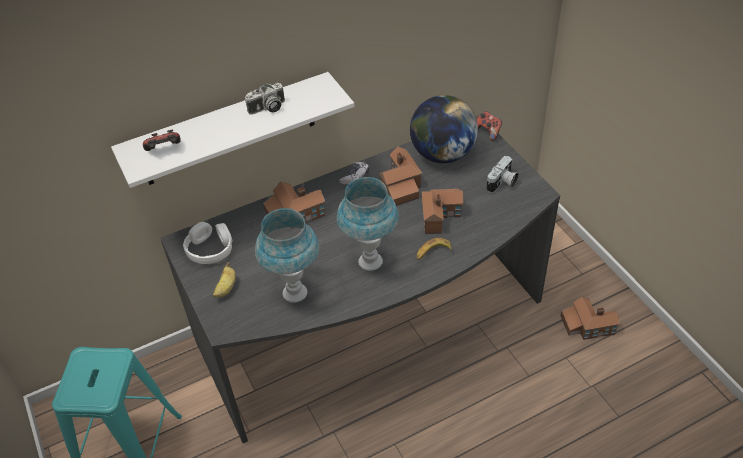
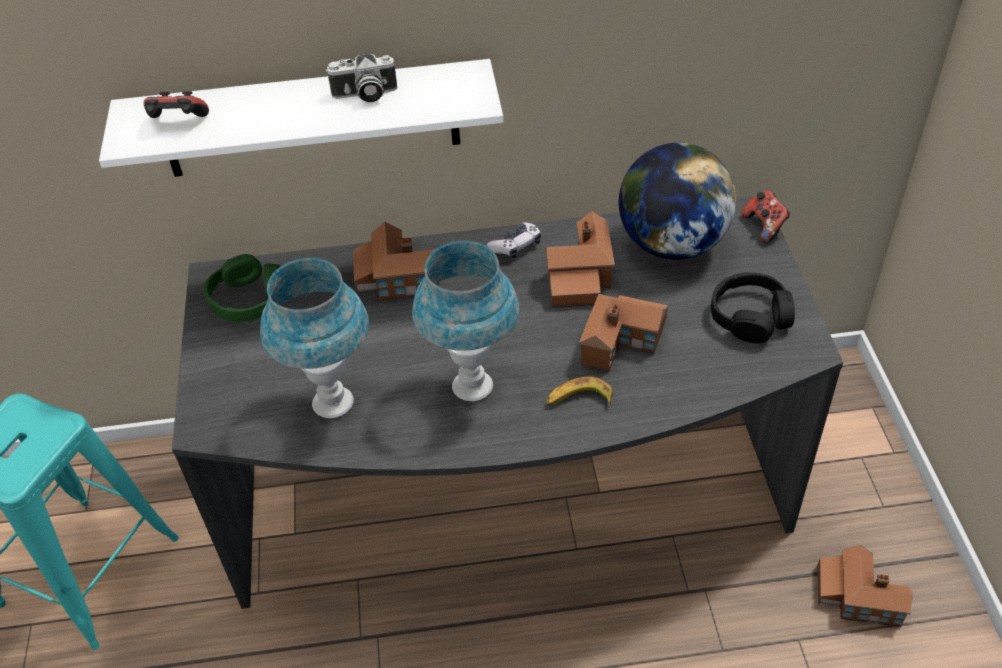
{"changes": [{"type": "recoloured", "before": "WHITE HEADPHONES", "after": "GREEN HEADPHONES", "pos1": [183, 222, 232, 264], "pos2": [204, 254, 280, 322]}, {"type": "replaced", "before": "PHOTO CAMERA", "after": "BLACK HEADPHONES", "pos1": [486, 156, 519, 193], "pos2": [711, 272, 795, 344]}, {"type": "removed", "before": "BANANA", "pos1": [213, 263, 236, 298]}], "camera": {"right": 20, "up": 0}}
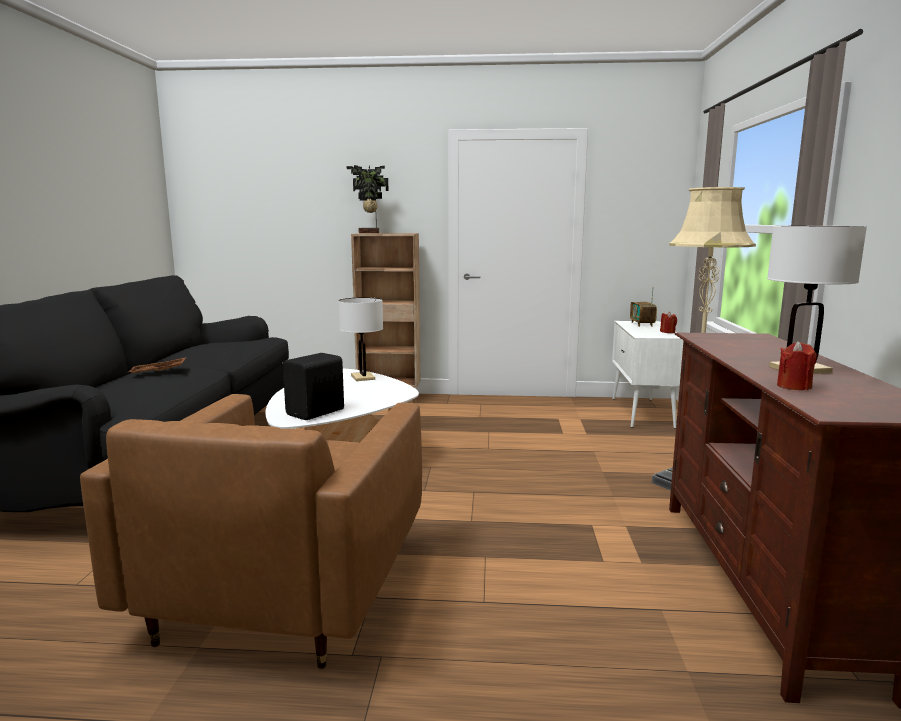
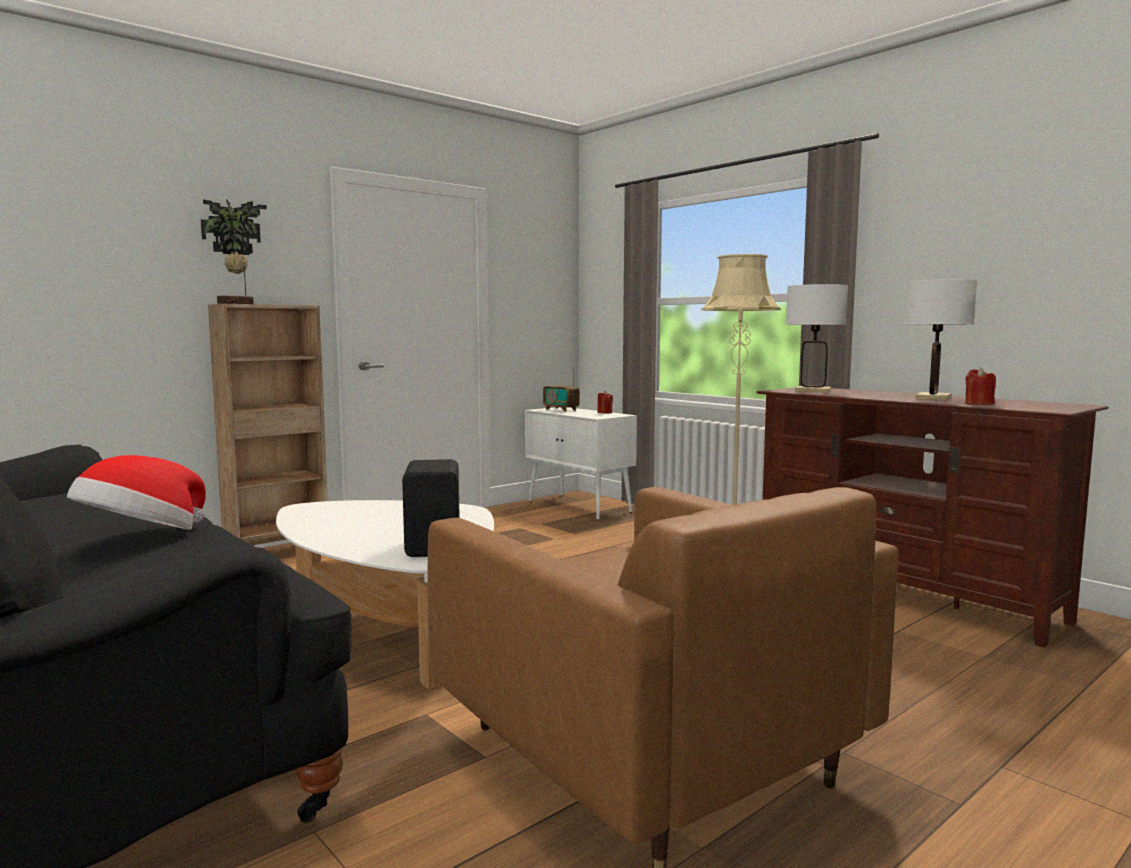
{"changes": [{"type": "replaced", "before": "BROWN TRAY", "after": "HAT", "pos1": [129, 358, 186, 373], "pos2": [67, 455, 206, 530]}, {"type": "moved", "before": "WHITE TABLE LAMP", "pos1": [338, 297, 383, 381], "pos2": [786, 284, 848, 393]}], "camera": {"right": -45, "up": -5}}
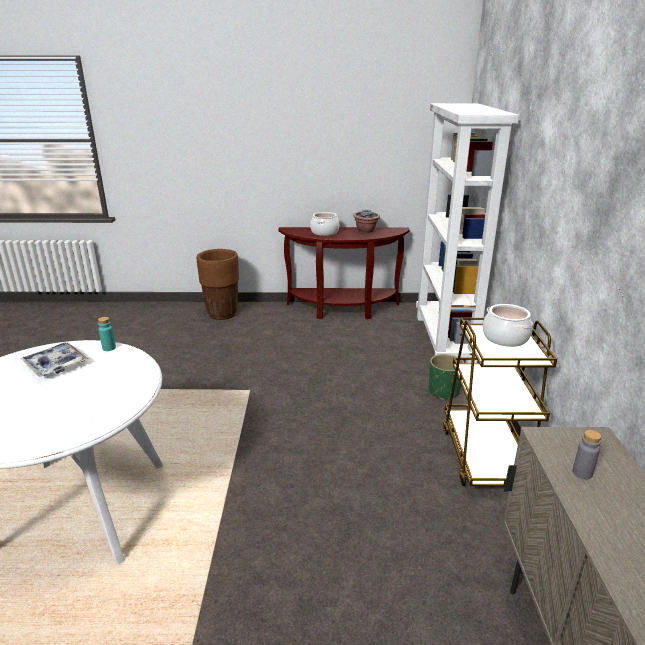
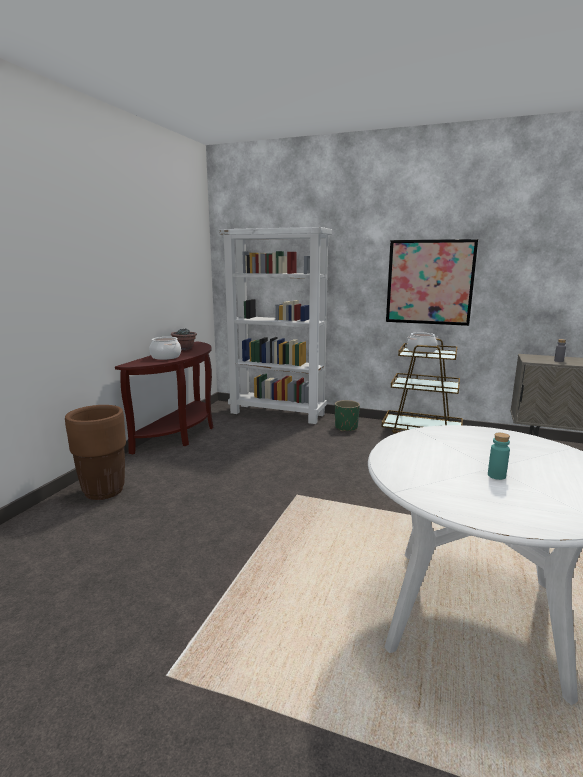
{"changes": [{"type": "added", "after": "PICTURE", "pos2": [386, 239, 478, 326]}, {"type": "moved", "before": "TURQUOISE BOTTLE", "pos1": [98, 317, 116, 351], "pos2": [488, 433, 510, 480]}, {"type": "removed", "before": "TRAY", "pos1": [20, 342, 88, 377]}], "camera": {"right": -70, "up": -10}}
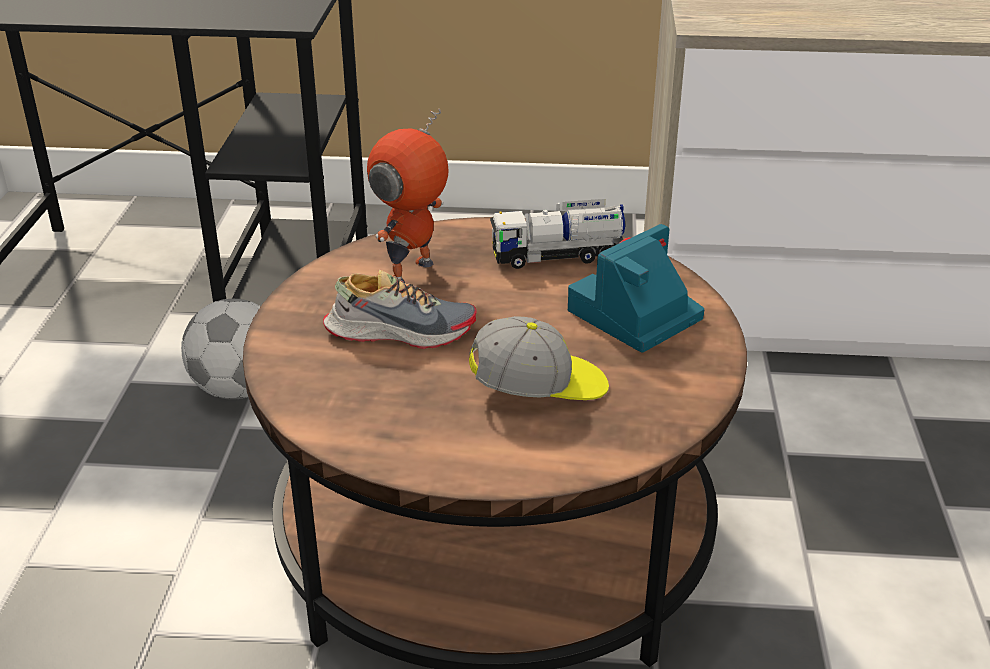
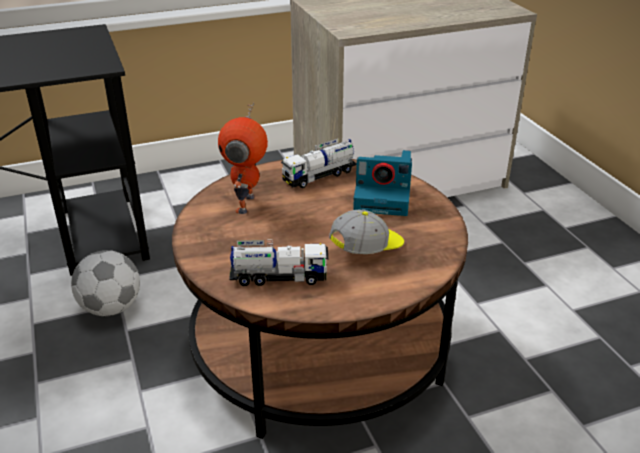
{"changes": [{"type": "added", "after": "TOY TRUCK", "pos2": [229, 239, 329, 286]}, {"type": "turned", "before": "PHOTO CAMERA", "pos1": [568, 224, 704, 352], "pos2": [353, 150, 412, 216], "turn": -105}, {"type": "removed", "before": "SHOE", "pos1": [323, 270, 477, 349]}], "camera": {"right": -25, "up": 0}}
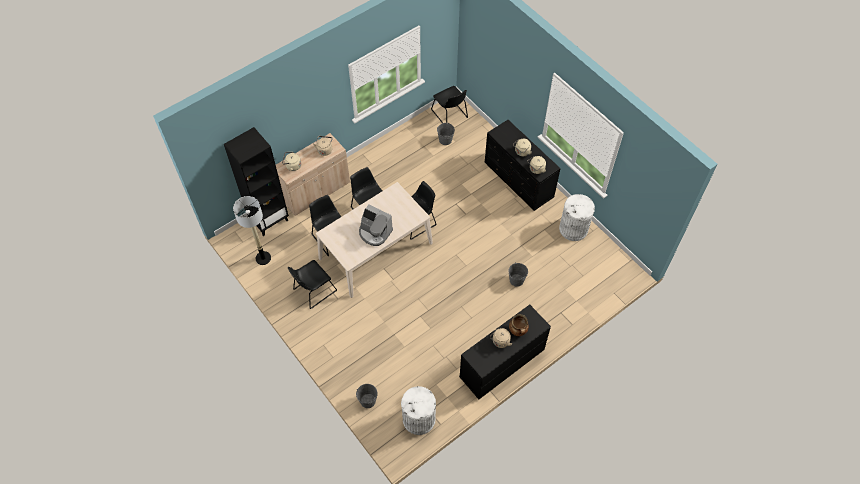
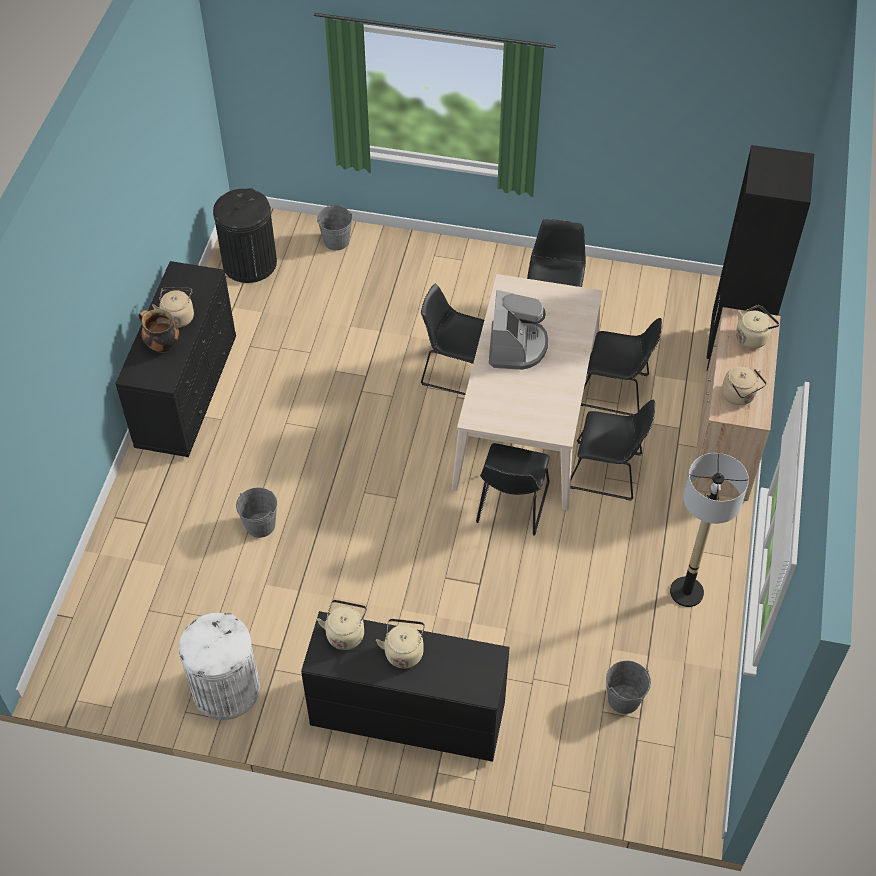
{"changes": [{"type": "recoloured", "before": "WHITE TRASH CAN", "after": "BLACK TRASH CAN", "pos1": [401, 386, 436, 435], "pos2": [213, 188, 277, 283]}, {"type": "moved", "before": "BLACK CHAIR", "pos1": [431, 86, 468, 123], "pos2": [421, 284, 484, 395]}, {"type": "turned", "before": "COFFEE MACHINE", "pos1": [359, 204, 393, 246], "pos2": [489, 290, 548, 370], "turn": 105}, {"type": "moved", "before": "FLOOR LAMP", "pos1": [233, 196, 271, 265], "pos2": [670, 453, 749, 607]}], "camera": {"right": 140, "up": -5}}
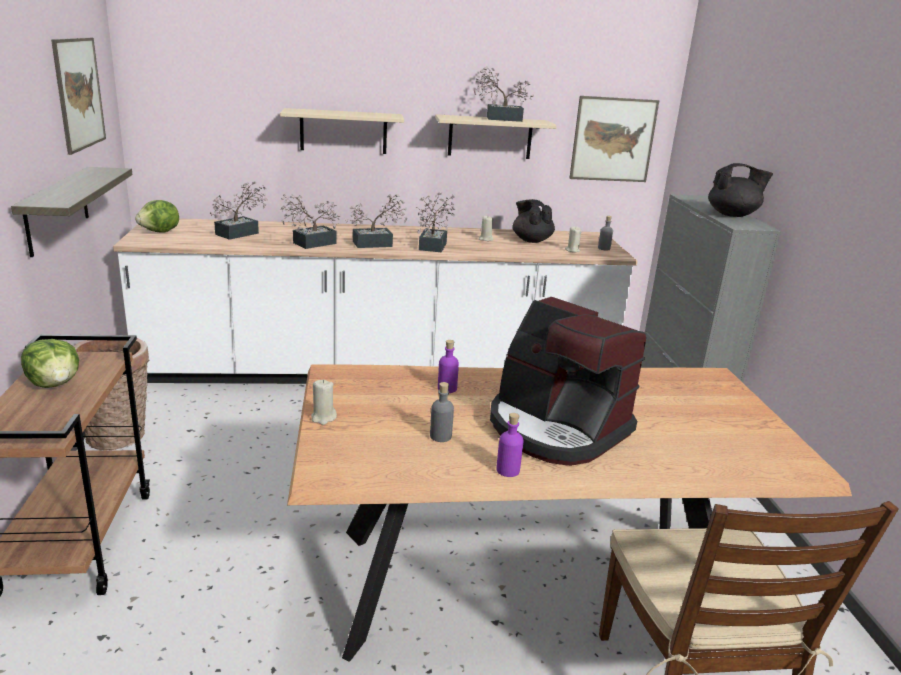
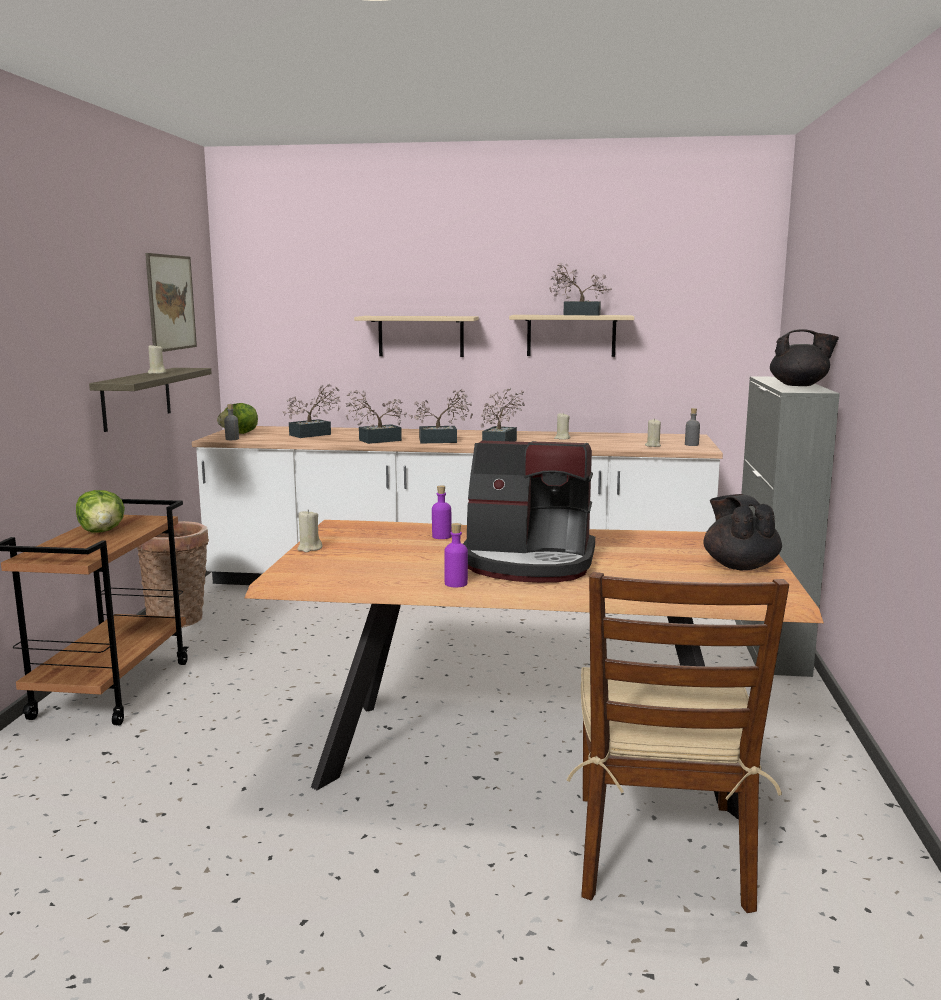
{"changes": [{"type": "added", "after": "BEIGE CANDLE", "pos2": [148, 345, 166, 374]}, {"type": "moved", "before": "GREY BOTTLE", "pos1": [430, 382, 454, 442], "pos2": [224, 404, 239, 440]}, {"type": "turned", "before": "COFFEE MACHINE", "pos1": [490, 297, 646, 466], "pos2": [463, 441, 595, 583], "turn": -45}, {"type": "moved", "before": "BLACK TEAPOT", "pos1": [513, 199, 555, 243], "pos2": [703, 494, 782, 570]}, {"type": "removed", "before": "PICTURE", "pos1": [569, 96, 659, 182]}], "camera": {"right": 15, "up": -10}}
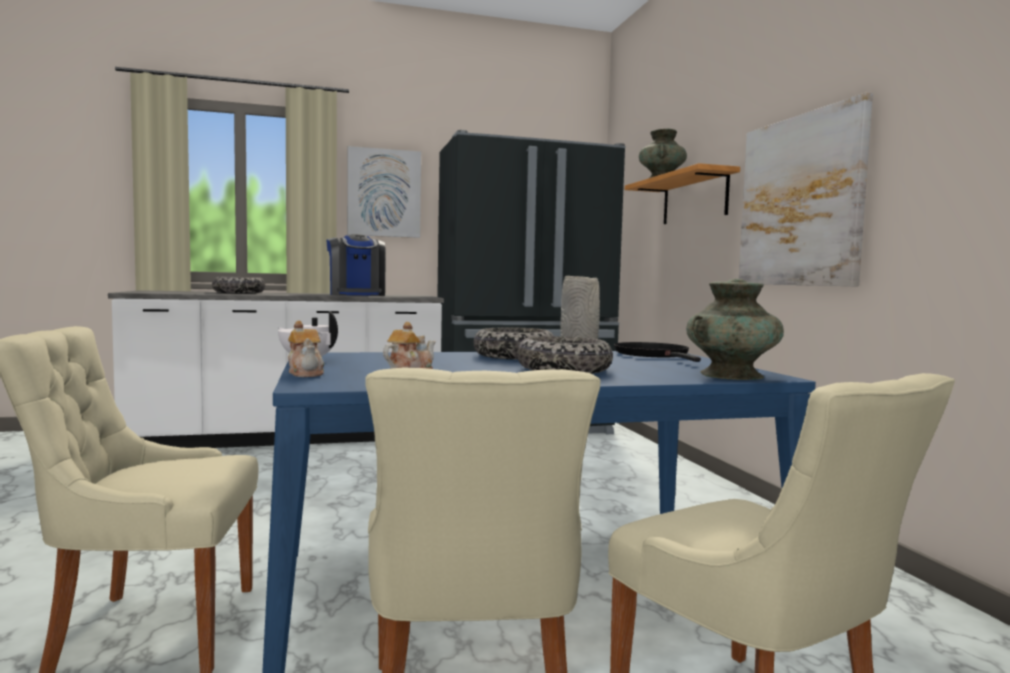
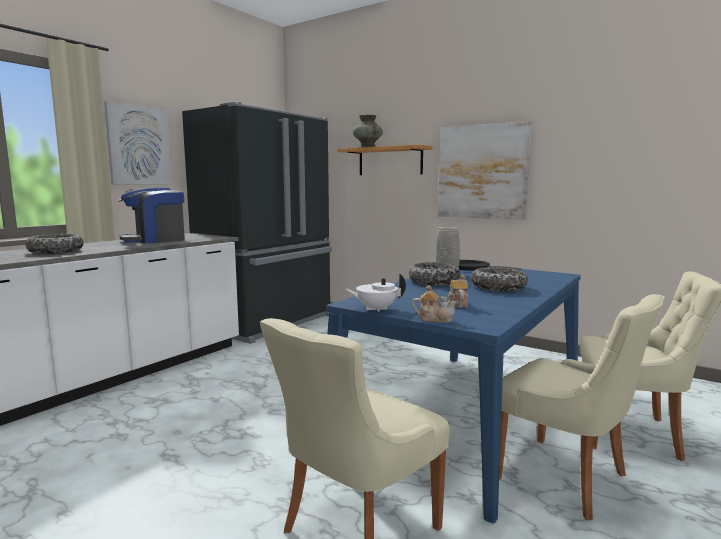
{"changes": [{"type": "turned", "before": "COFFEE MACHINE", "pos1": [326, 234, 386, 296], "pos2": [118, 187, 185, 244], "turn": 120}, {"type": "removed", "before": "TURQUOISE VASE", "pos1": [686, 279, 784, 380]}], "camera": {"right": -40, "up": 5}}
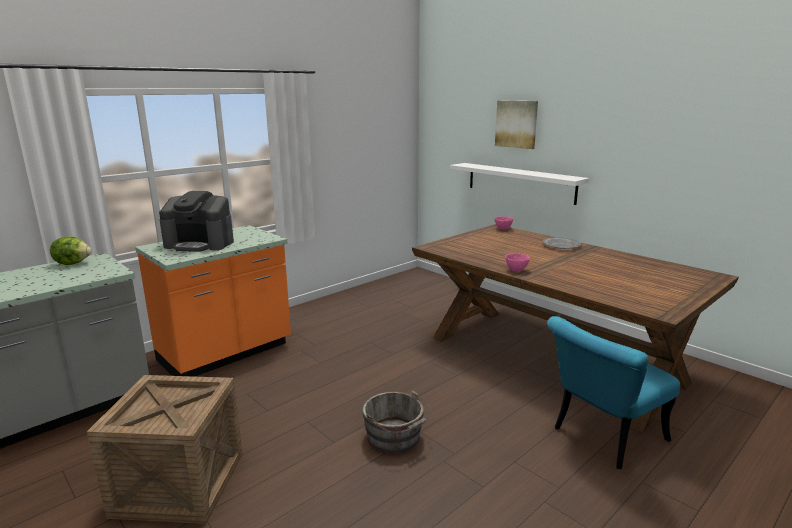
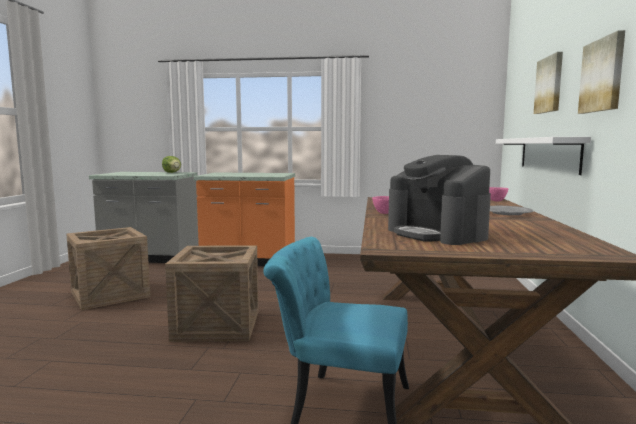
{"changes": [{"type": "replaced", "before": "GREY BUCKET", "after": "CRATE", "pos1": [362, 391, 431, 454], "pos2": [165, 245, 258, 342]}, {"type": "moved", "before": "COFFEE MACHINE", "pos1": [159, 191, 234, 252], "pos2": [388, 155, 491, 245]}, {"type": "added", "after": "PICTURE", "pos2": [578, 30, 625, 114]}], "camera": {"right": 50, "up": -10}}
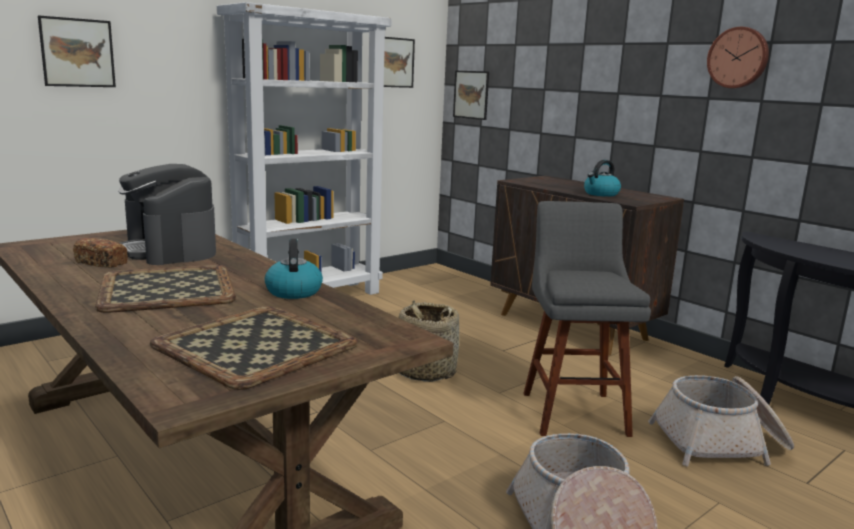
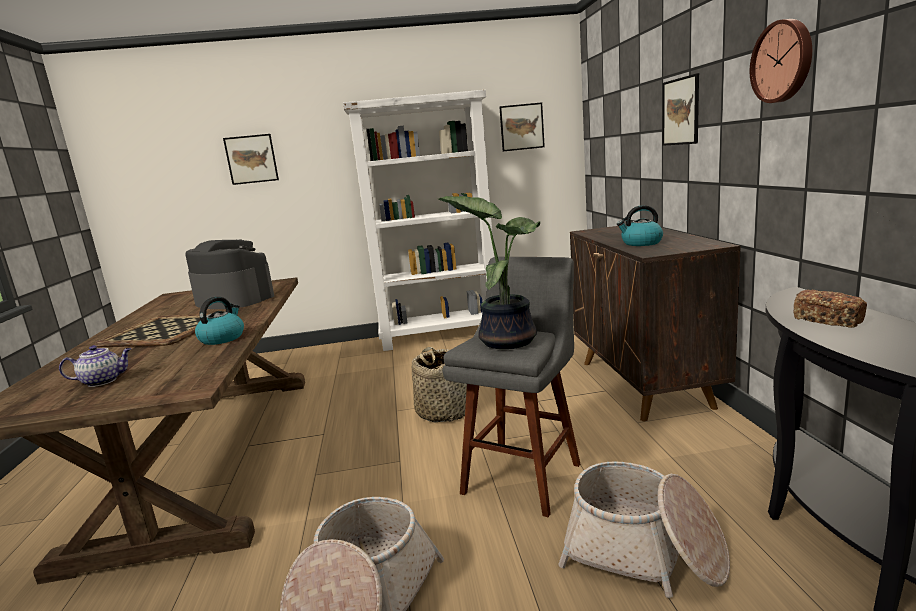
{"changes": [{"type": "replaced", "before": "TRAY", "after": "TEAPOT", "pos1": [150, 306, 358, 390], "pos2": [59, 345, 132, 387]}, {"type": "turned", "before": "COFFEE MACHINE", "pos1": [118, 164, 216, 265], "pos2": [185, 239, 274, 309], "turn": 120}, {"type": "added", "after": "POTTED PLANT", "pos2": [438, 196, 540, 349]}, {"type": "moved", "before": "PICTURE", "pos1": [453, 71, 489, 120], "pos2": [662, 73, 699, 146]}, {"type": "moved", "before": "BREAD", "pos1": [73, 238, 128, 268], "pos2": [793, 289, 867, 328]}], "camera": {"right": 35, "up": 0}}
